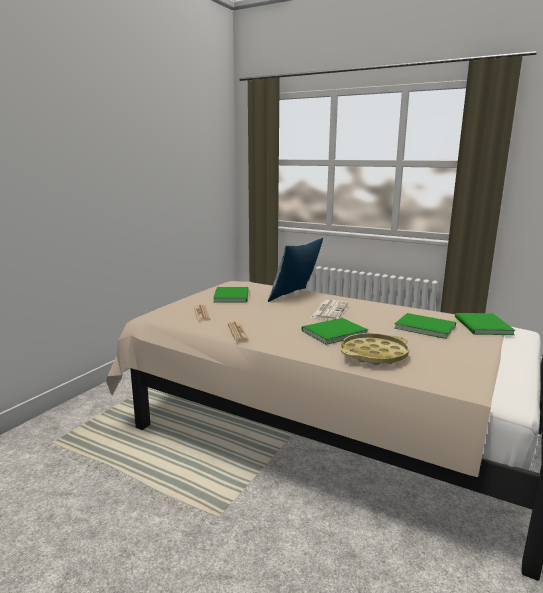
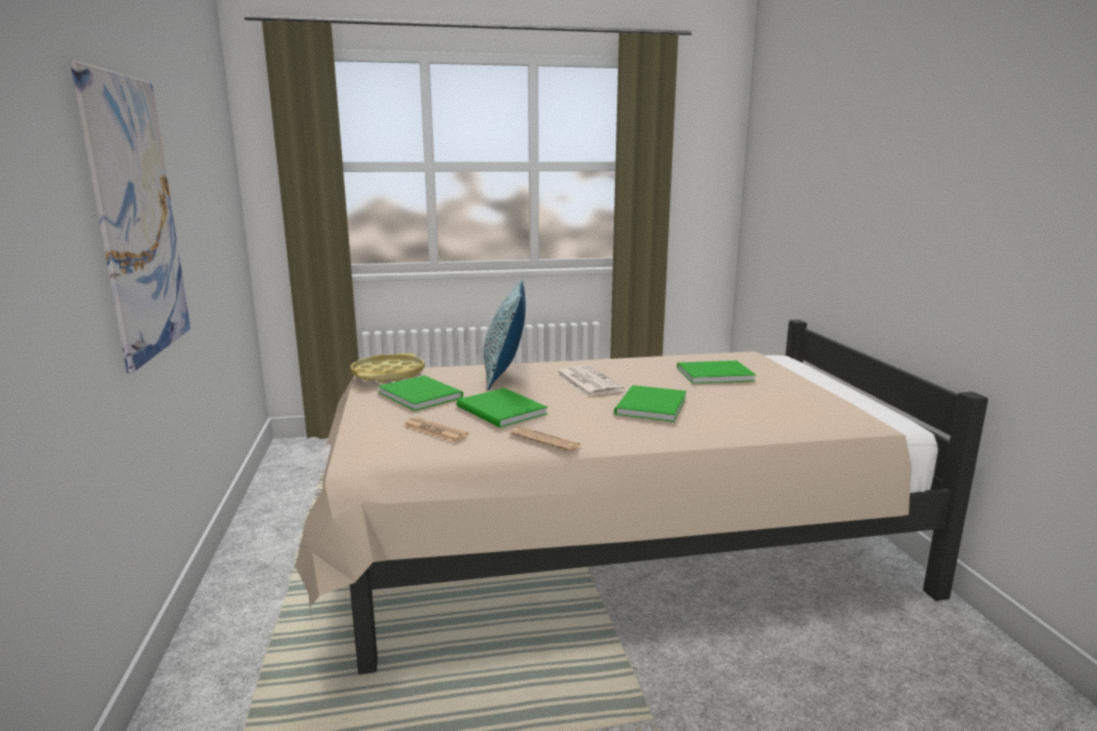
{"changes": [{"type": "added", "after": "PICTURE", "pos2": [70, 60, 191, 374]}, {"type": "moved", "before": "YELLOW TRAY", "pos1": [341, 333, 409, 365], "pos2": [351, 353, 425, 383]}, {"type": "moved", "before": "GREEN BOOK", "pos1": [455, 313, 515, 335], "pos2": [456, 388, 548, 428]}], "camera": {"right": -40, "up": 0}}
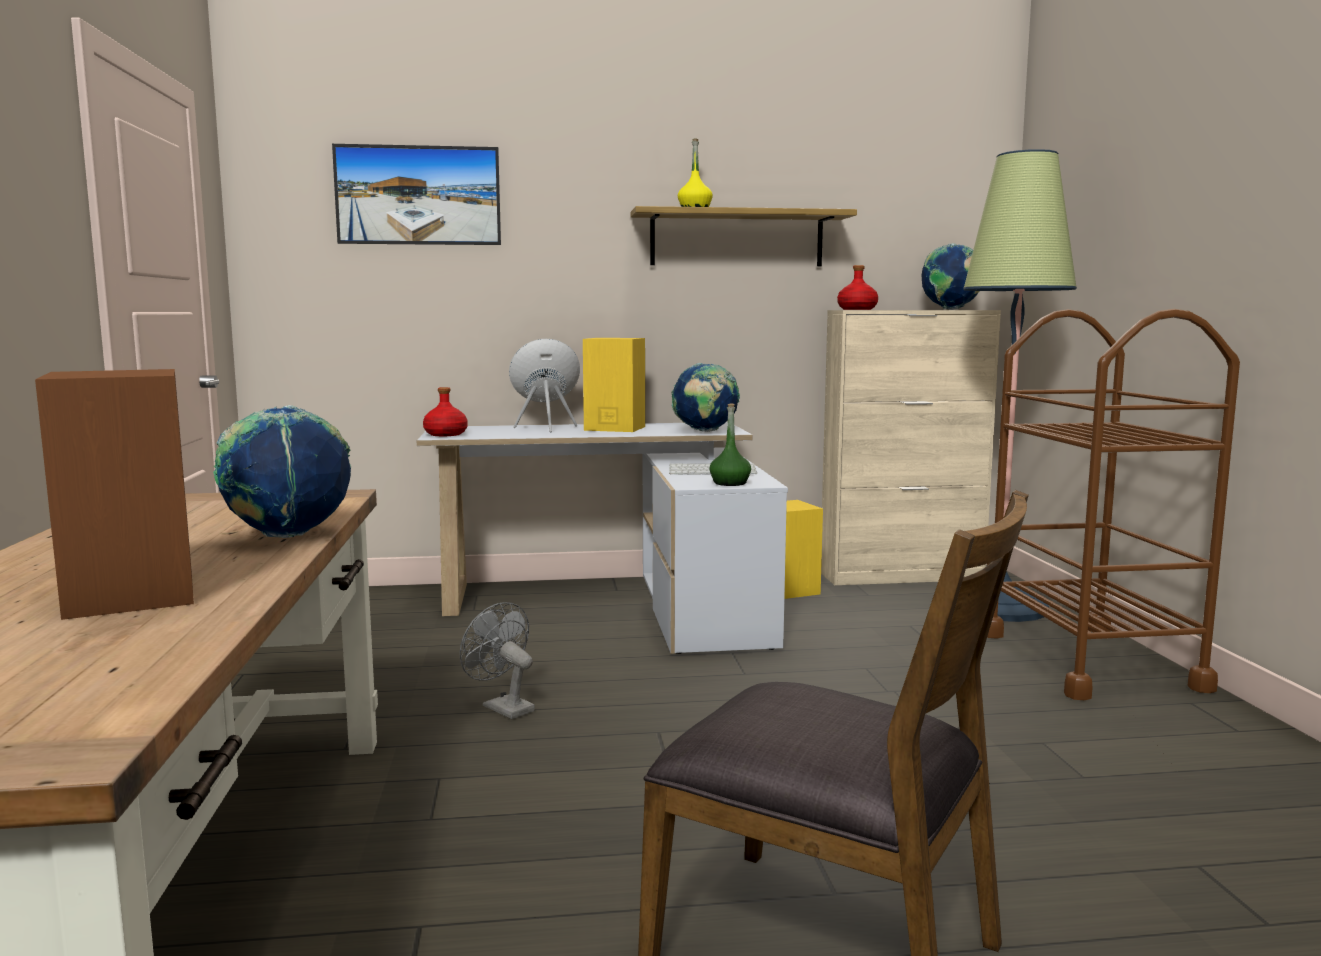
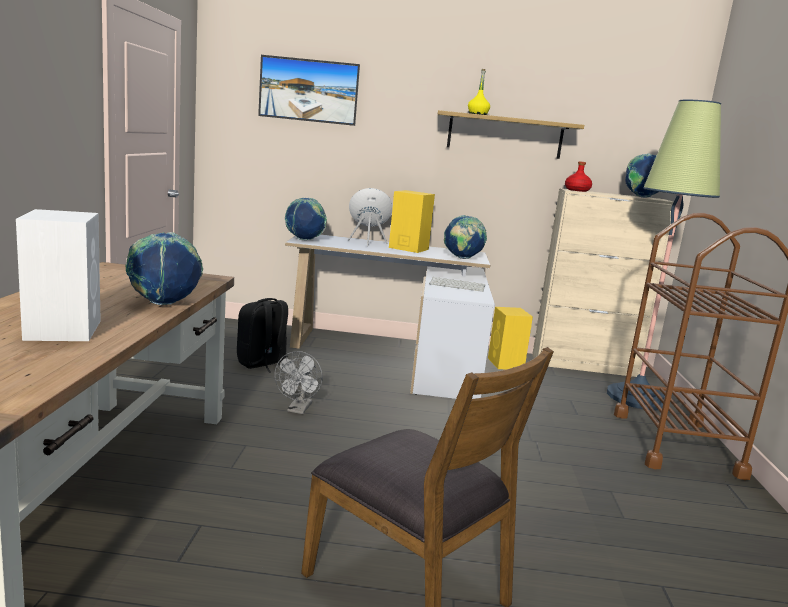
{"changes": [{"type": "recoloured", "before": "BROWN SPEAKER", "after": "WHITE SPEAKER", "pos1": [35, 369, 194, 620], "pos2": [16, 209, 101, 341]}, {"type": "added", "after": "BLACK BACKPACK", "pos2": [237, 298, 288, 373]}, {"type": "turned", "before": "GREY FAN", "pos1": [460, 602, 535, 719], "pos2": [275, 351, 323, 414], "turn": -135}, {"type": "replaced", "before": "RED BOTTLE", "after": "GLOBE", "pos1": [423, 387, 468, 436], "pos2": [285, 198, 327, 240]}, {"type": "removed", "before": "GREEN BOTTLE", "pos1": [710, 403, 751, 486]}], "camera": {"right": 10, "up": 5}}
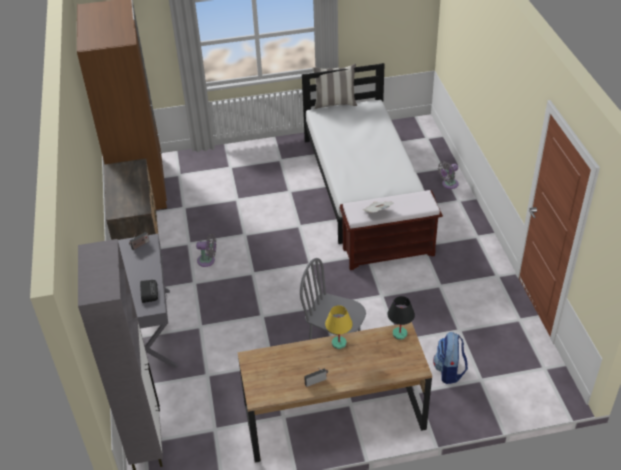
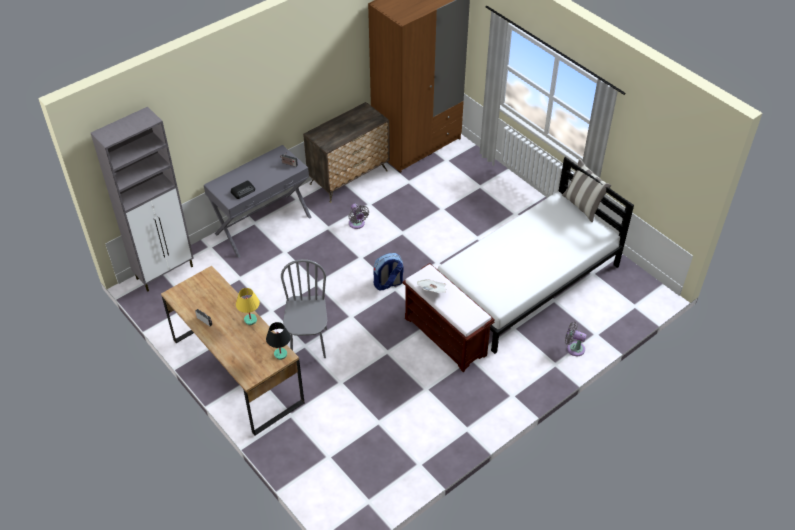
{"changes": [{"type": "moved", "before": "BACKPACK", "pos1": [433, 332, 468, 384], "pos2": [373, 253, 404, 291]}], "camera": {"right": 60, "up": 5}}
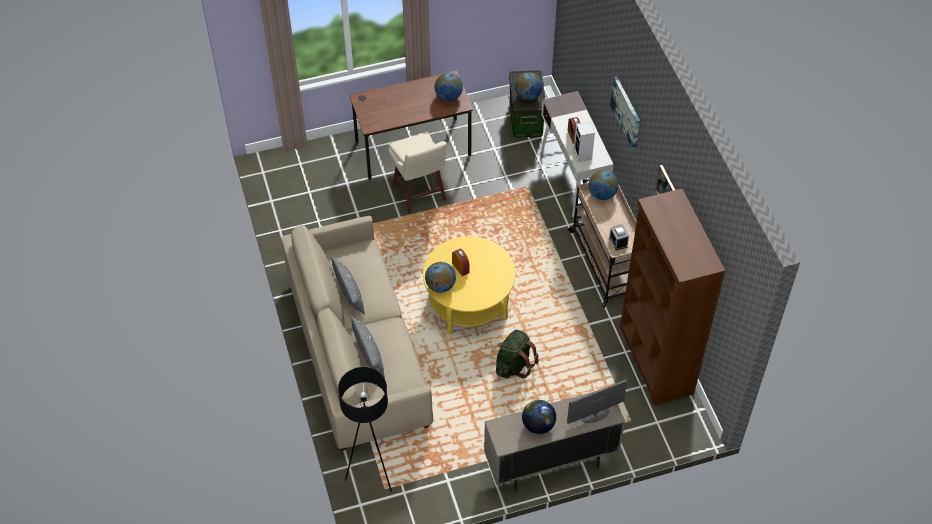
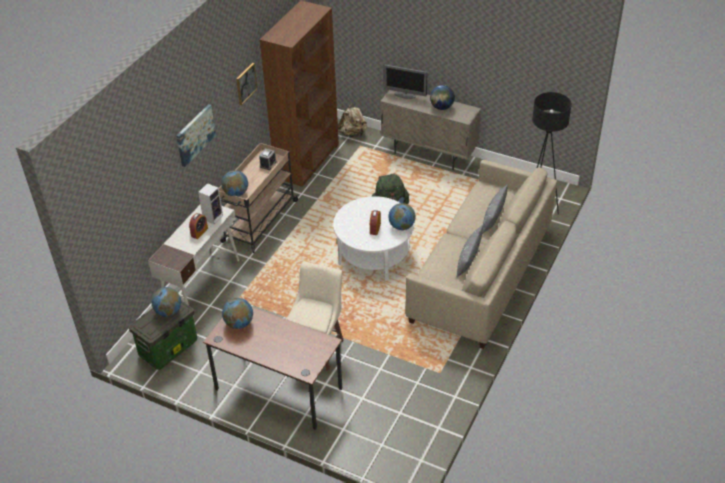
{"changes": [{"type": "recoloured", "before": "YELLOW COFFEE TABLE", "after": "WHITE COFFEE TABLE", "pos1": [423, 236, 515, 335], "pos2": [333, 196, 414, 281]}, {"type": "added", "after": "BEIGE BACKPACK", "pos2": [338, 104, 367, 137]}], "camera": {"right": -135, "up": -10}}
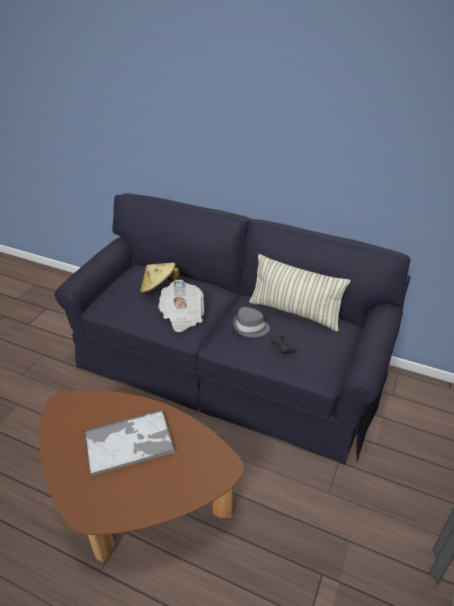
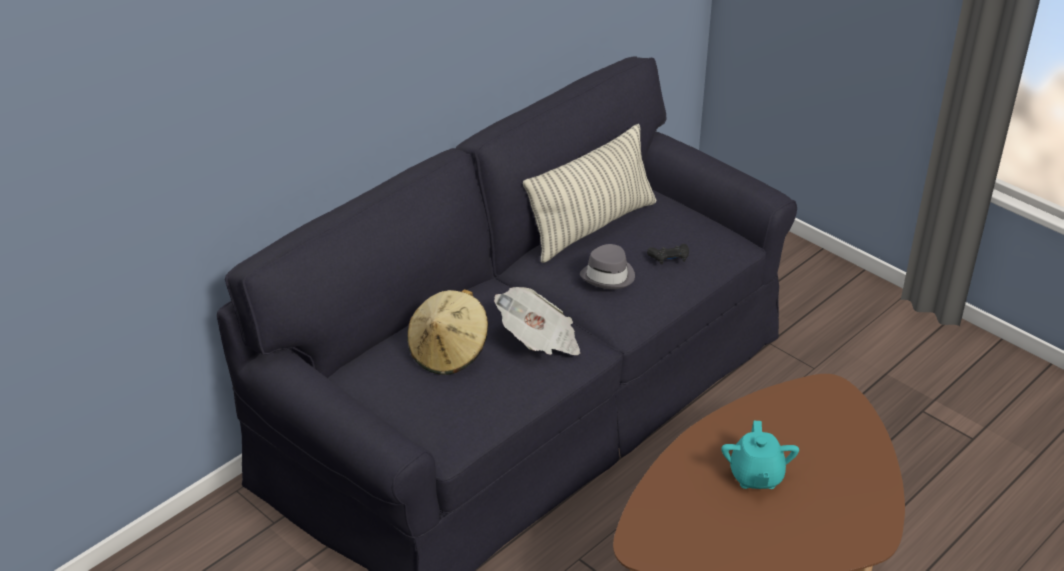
{"changes": [{"type": "replaced", "before": "TRAY", "after": "TURQUOISE TEAPOT", "pos1": [84, 410, 175, 476], "pos2": [721, 421, 799, 489]}], "camera": {"right": -70, "up": 0}}
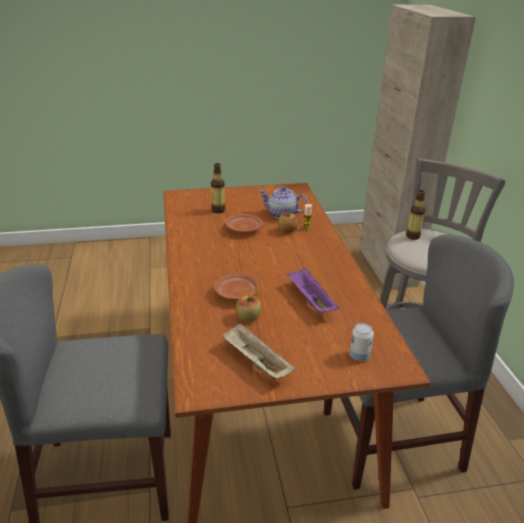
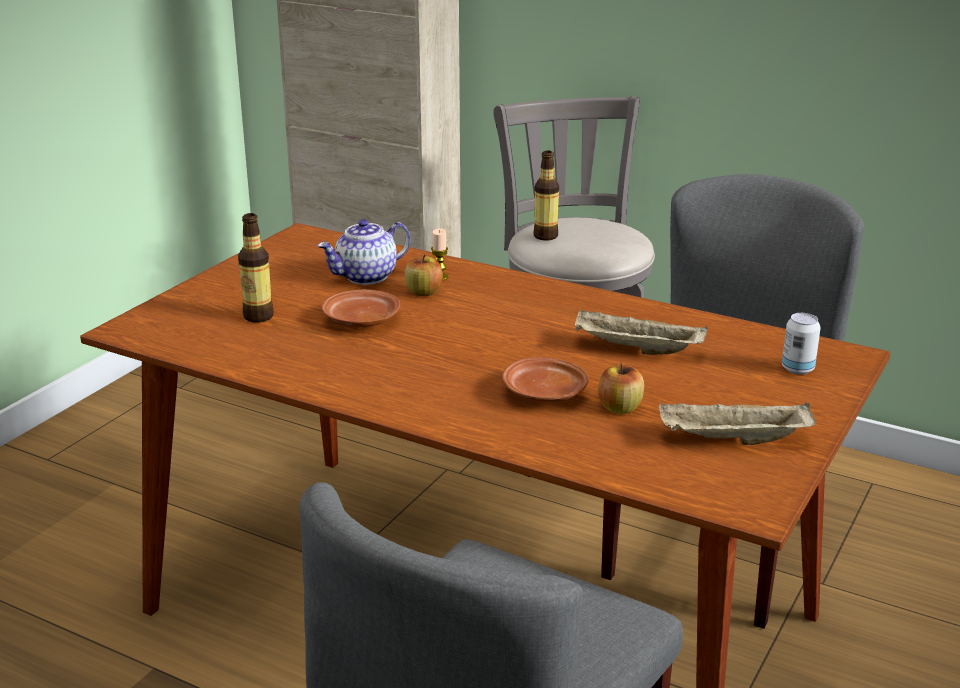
{"changes": [{"type": "recoloured", "before": "PURPLE TRAY", "after": "BEIGE TRAY", "pos1": [287, 268, 339, 312], "pos2": [575, 310, 708, 355]}], "camera": {"right": -50, "up": -5}}
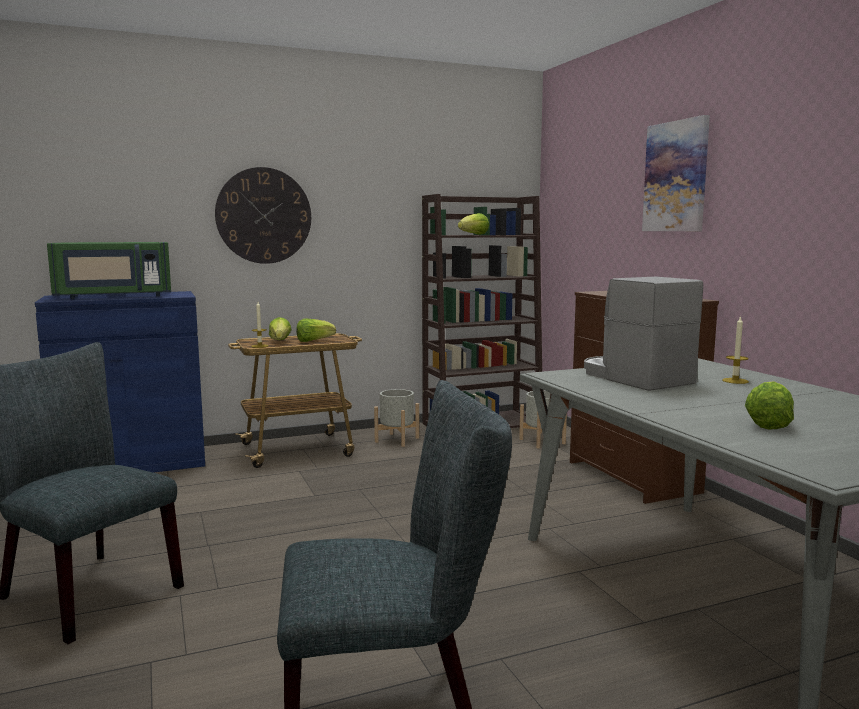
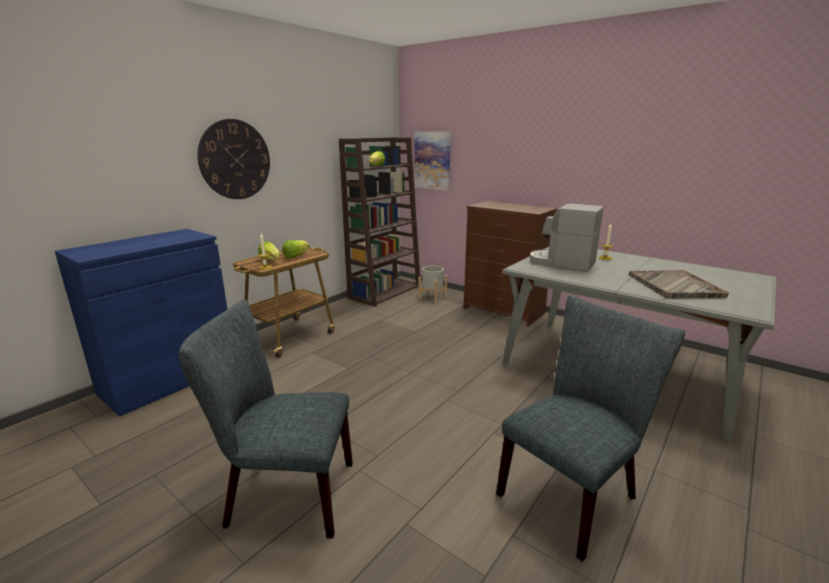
{"changes": [{"type": "moved", "before": "PICTURE", "pos1": [642, 115, 710, 231], "pos2": [414, 131, 451, 191]}, {"type": "replaced", "before": "LETTUCE", "after": "GREY TRAY", "pos1": [745, 381, 794, 430], "pos2": [629, 270, 729, 299]}, {"type": "removed", "before": "GREEN MICROWAVE", "pos1": [47, 242, 171, 299]}, {"type": "removed", "before": "GREY PLANTER", "pos1": [374, 389, 419, 447]}], "camera": {"right": -30, "up": 10}}
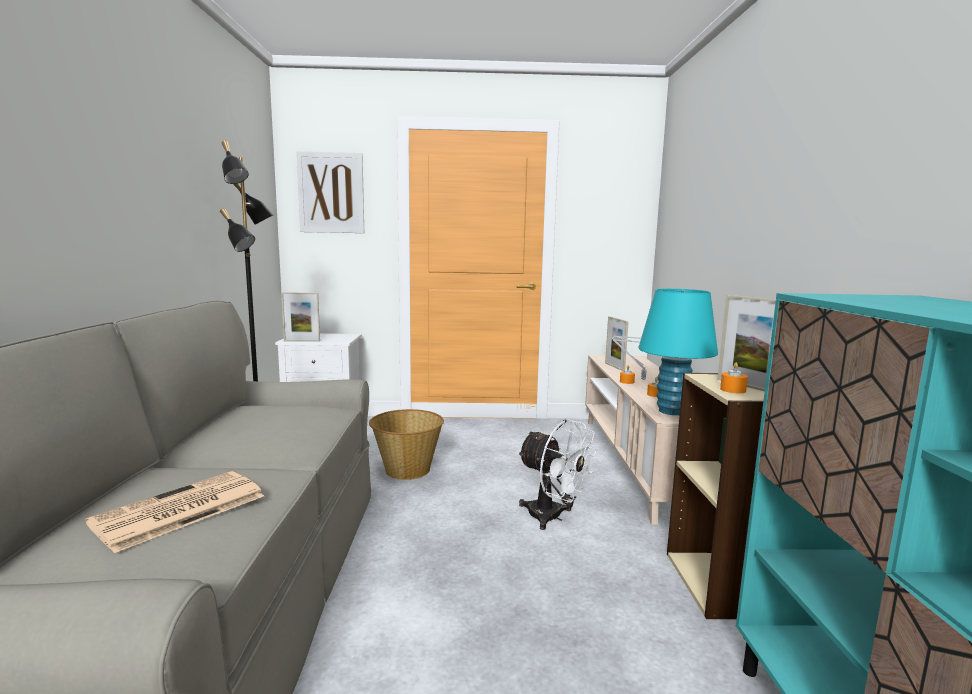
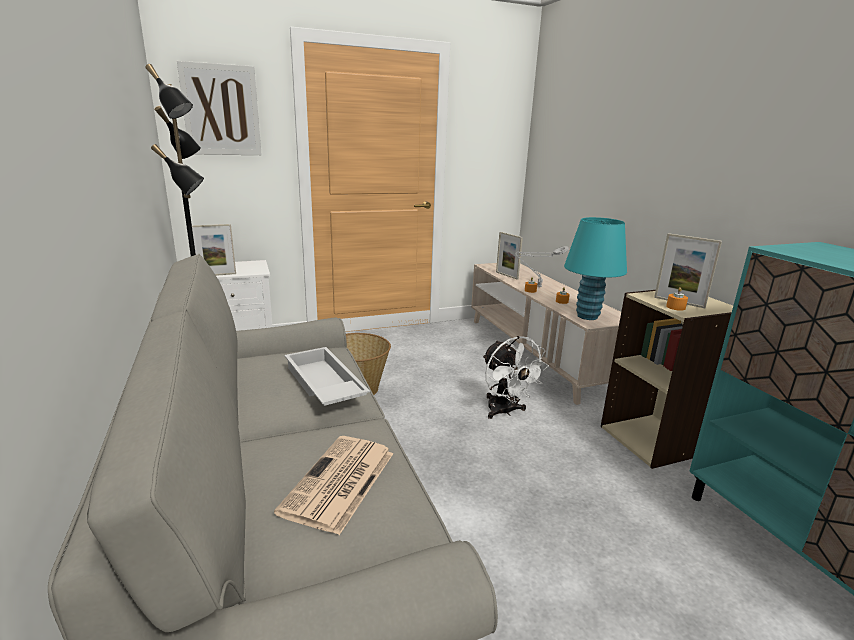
{"changes": [{"type": "added", "after": "WHITE TRAY", "pos2": [285, 347, 370, 406]}, {"type": "turned", "before": "WHITE FAN", "pos1": [517, 420, 597, 530], "pos2": [483, 336, 549, 419], "turn": 45}], "camera": {"right": -20, "up": 10}}
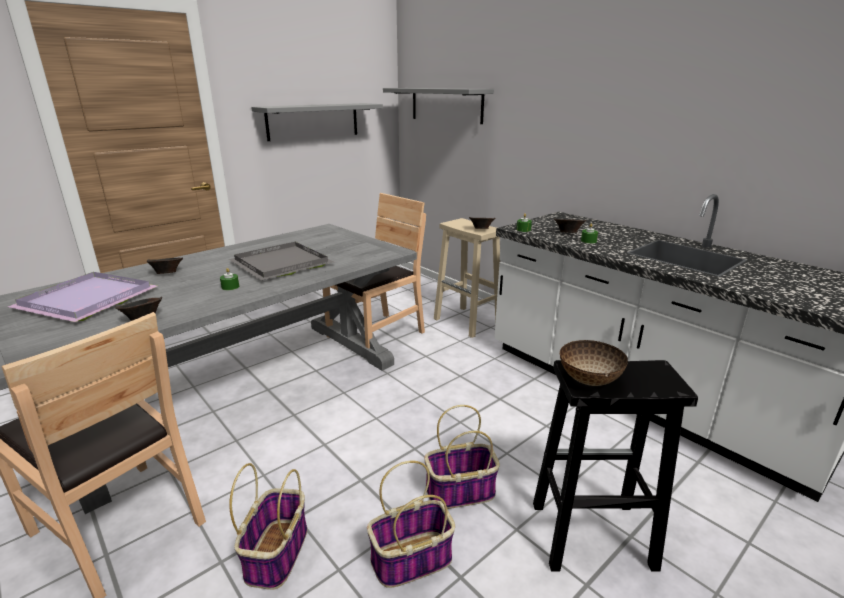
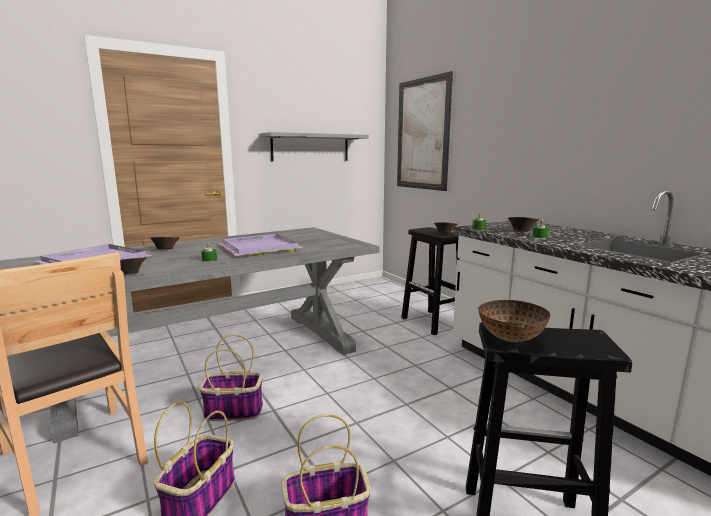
{"changes": [{"type": "moved", "before": "BASKET", "pos1": [424, 405, 500, 509], "pos2": [199, 334, 263, 421]}, {"type": "recoloured", "before": "GREY TRAY", "after": "PURPLE TRAY", "pos1": [229, 242, 334, 281], "pos2": [218, 234, 303, 256]}, {"type": "replaced", "before": "GREY SHELF", "after": "PICTURE", "pos1": [383, 88, 494, 124], "pos2": [397, 71, 453, 191]}, {"type": "recoloured", "before": "BEIGE STOOL", "after": "BLACK STOOL", "pos1": [434, 218, 500, 338], "pos2": [401, 227, 460, 335]}, {"type": "removed", "before": "BROWN CHAIR", "pos1": [323, 193, 426, 349]}], "camera": {"right": 10, "up": -10}}
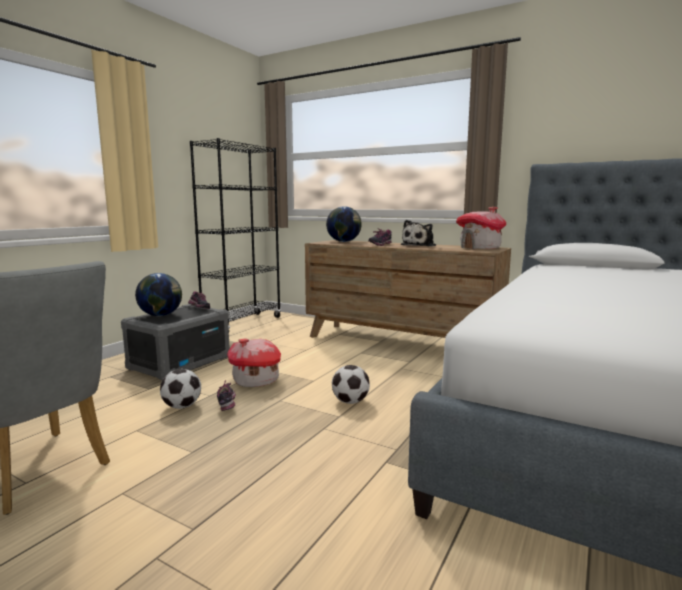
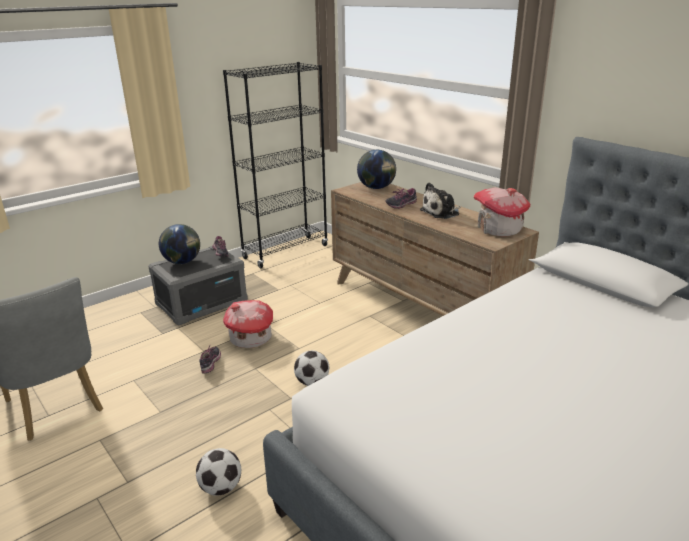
{"changes": [{"type": "moved", "before": "FOOTBALL", "pos1": [160, 369, 201, 409], "pos2": [196, 448, 241, 496]}], "camera": {"right": 20, "up": 15}}
